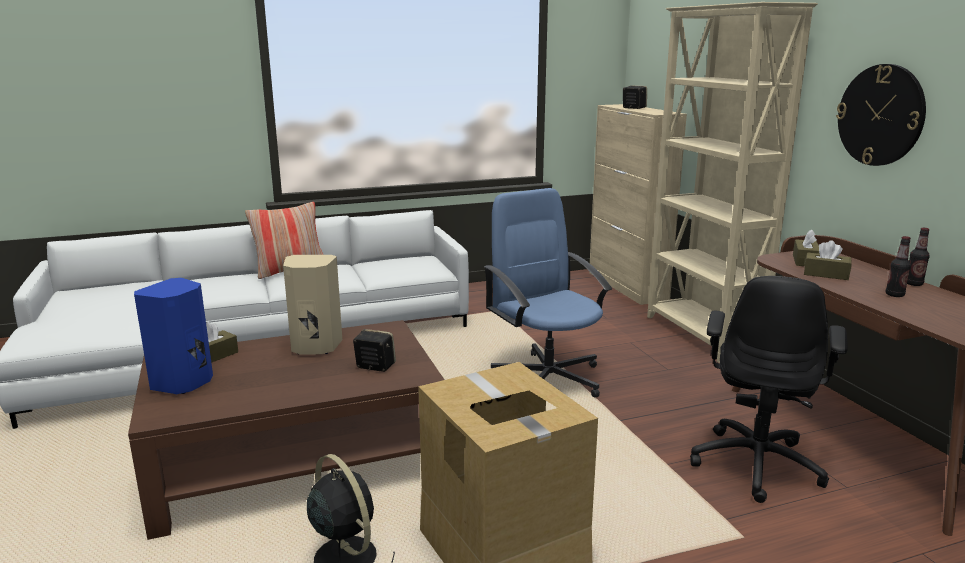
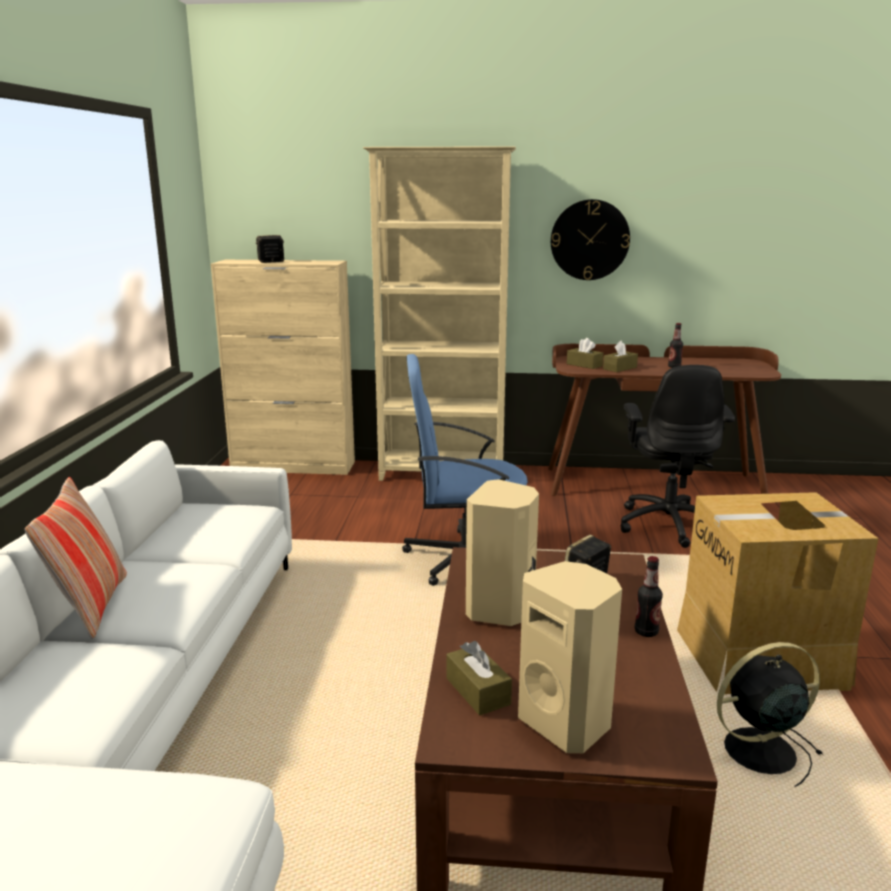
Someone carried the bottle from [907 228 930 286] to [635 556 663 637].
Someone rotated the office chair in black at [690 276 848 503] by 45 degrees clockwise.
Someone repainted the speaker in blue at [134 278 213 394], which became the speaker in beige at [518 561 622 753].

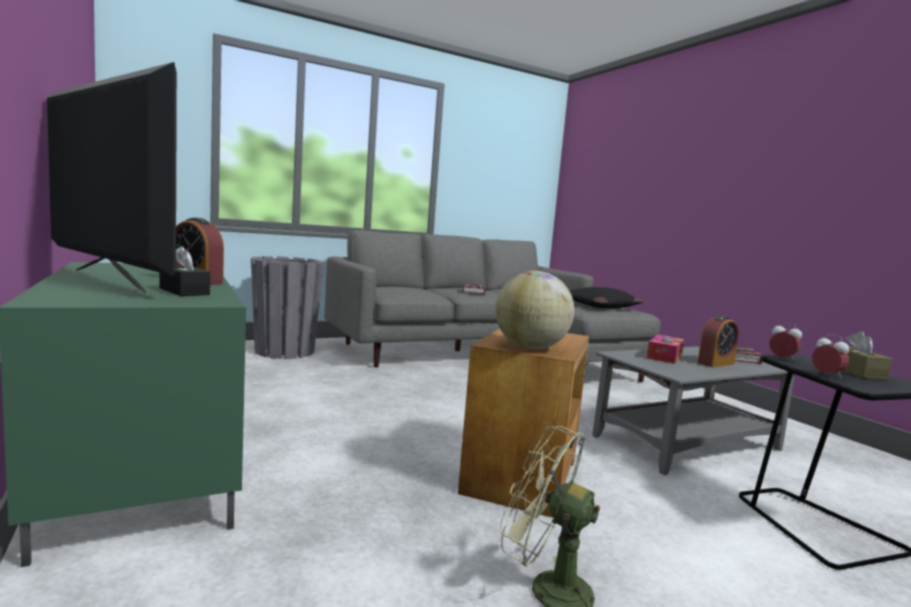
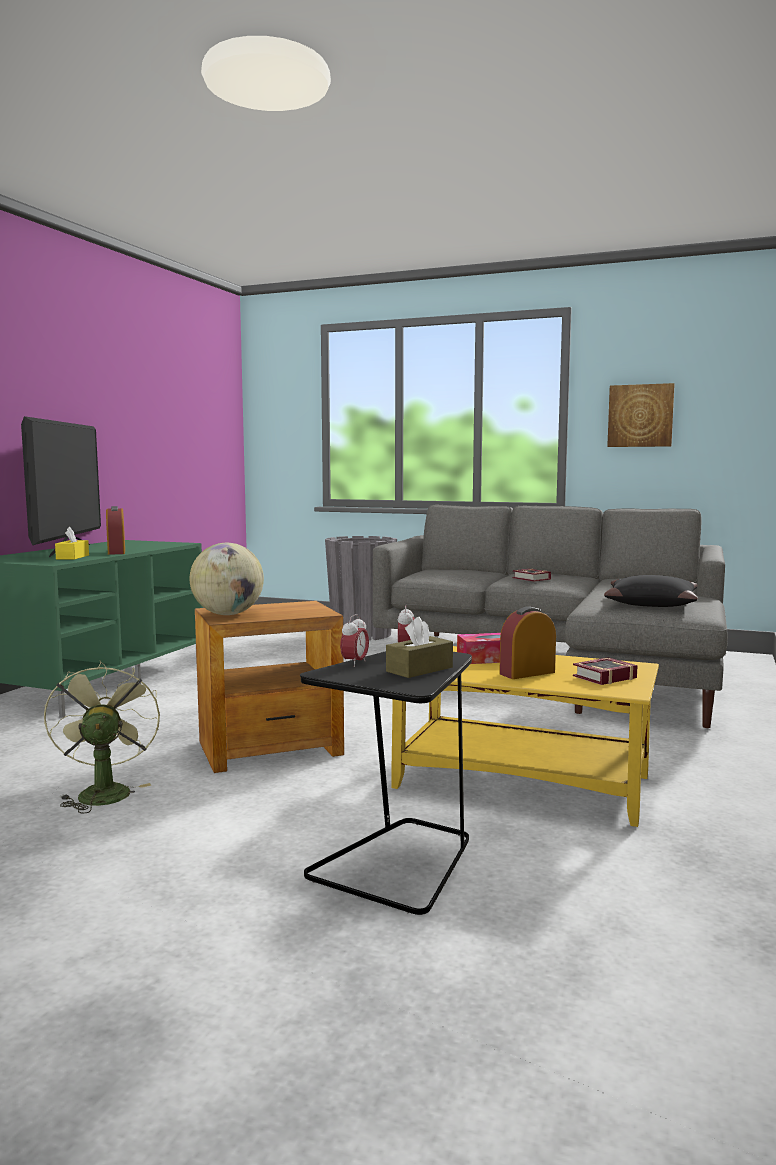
Someone repainted the tissue box in black at [160 246 210 296], which became the tissue box in yellow at [55 527 89 559].
Someone rotated the alarm clock at [697 315 739 367] by 135 degrees clockwise.
Someone repainted the coffee table in grey at [592 346 795 475], which became the coffee table in yellow at [391 646 659 827].
Someone put up the picture at [607 383 675 447].

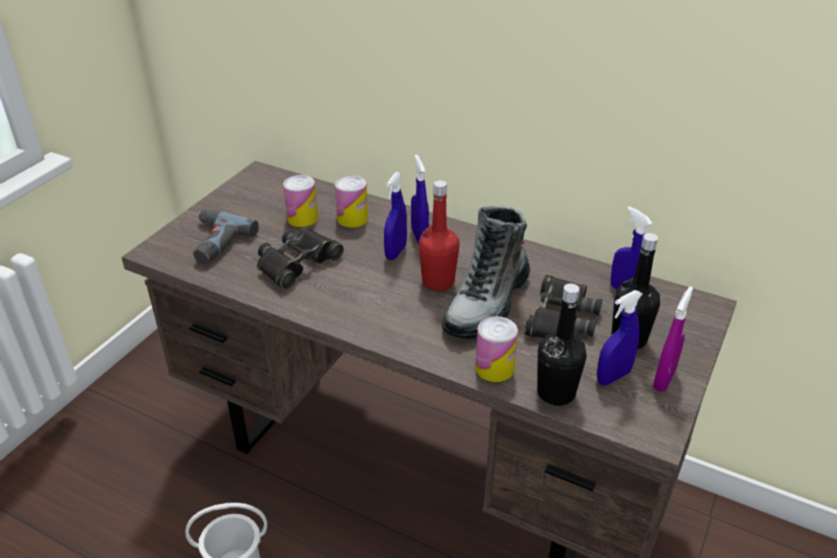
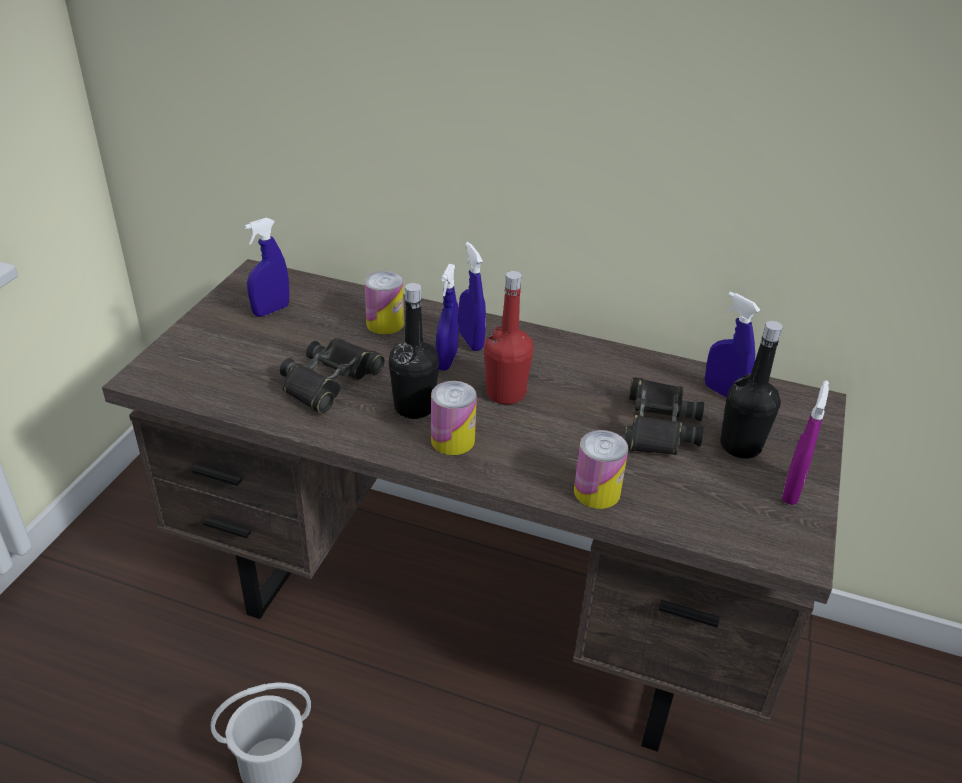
Someone carried the can from [283 175 318 227] to [431 381 477 455].
Someone took away the boot at [442 206 531 339].
Someone took away the power drill at [193 209 259 264].
Someone carried the bottle in black from [537 283 587 406] to [389 283 439 419].
Someone carried the spray bottle in blue from [597 290 643 385] to [244 218 290 317].

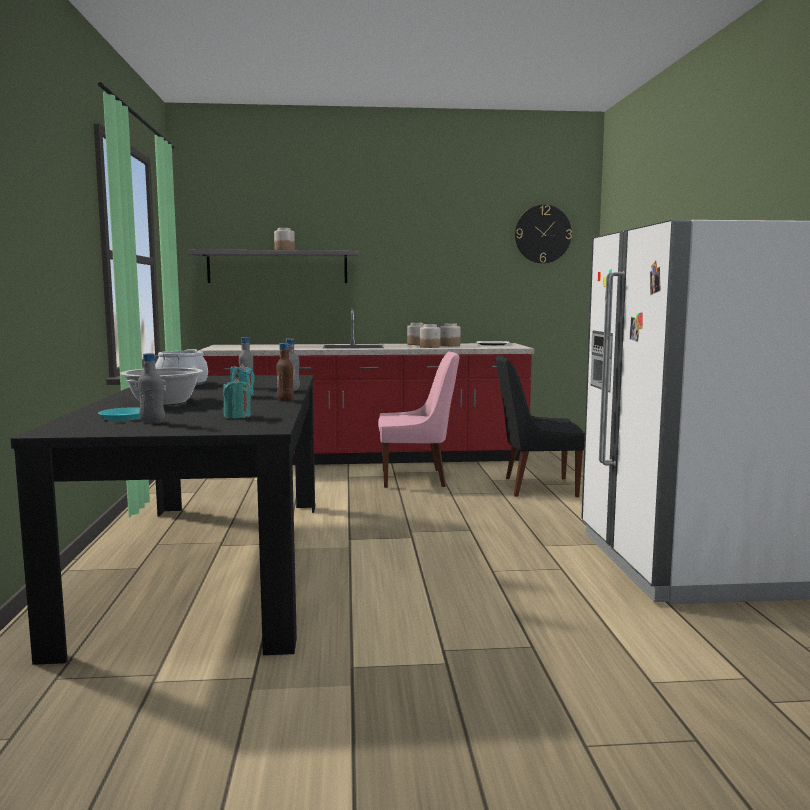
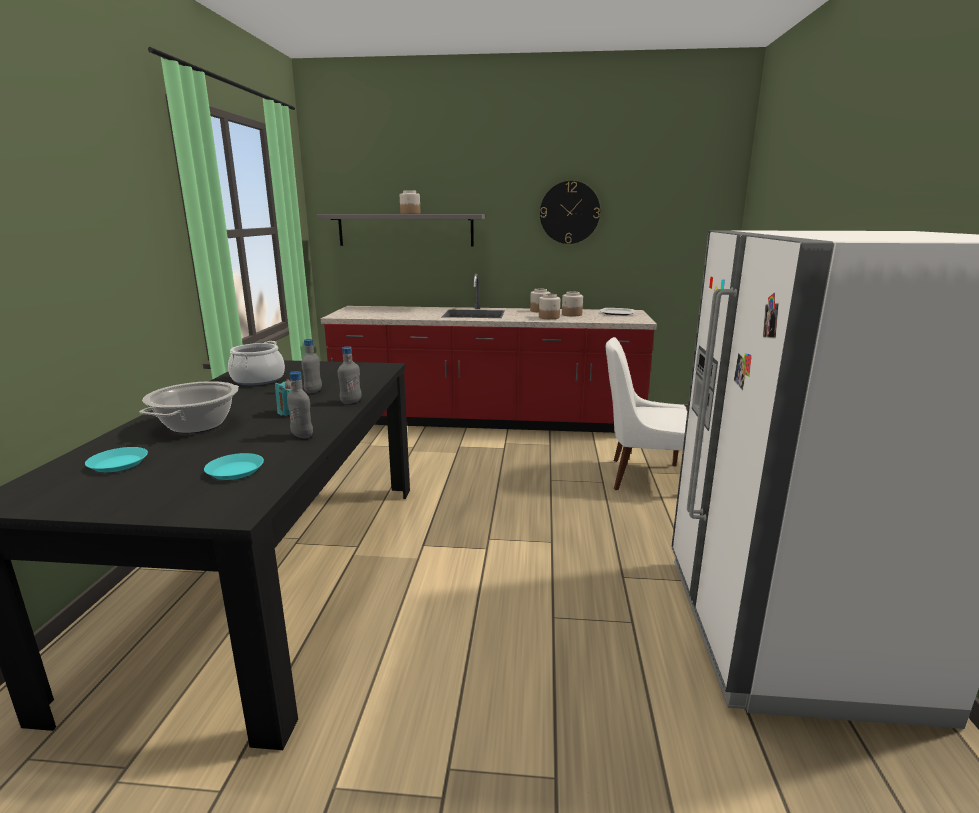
Someone carried the wall clock from [515 205 572 263] to [540 181 600 244].
Someone took away the bottle in brown at [276 343 294 401].
Someone took away the chair in pink at [378 352 460 488].
Someone carried the bottle in grey from [138 353 165 424] to [287 371 313 438].
Someone repainted the chair in black at [496 354 585 497], which became the chair in white at [606 337 687 490].
Someone swapped the candle in turquoise at [223 378 252 419] for the plate in turquoise at [204 453 264 480].

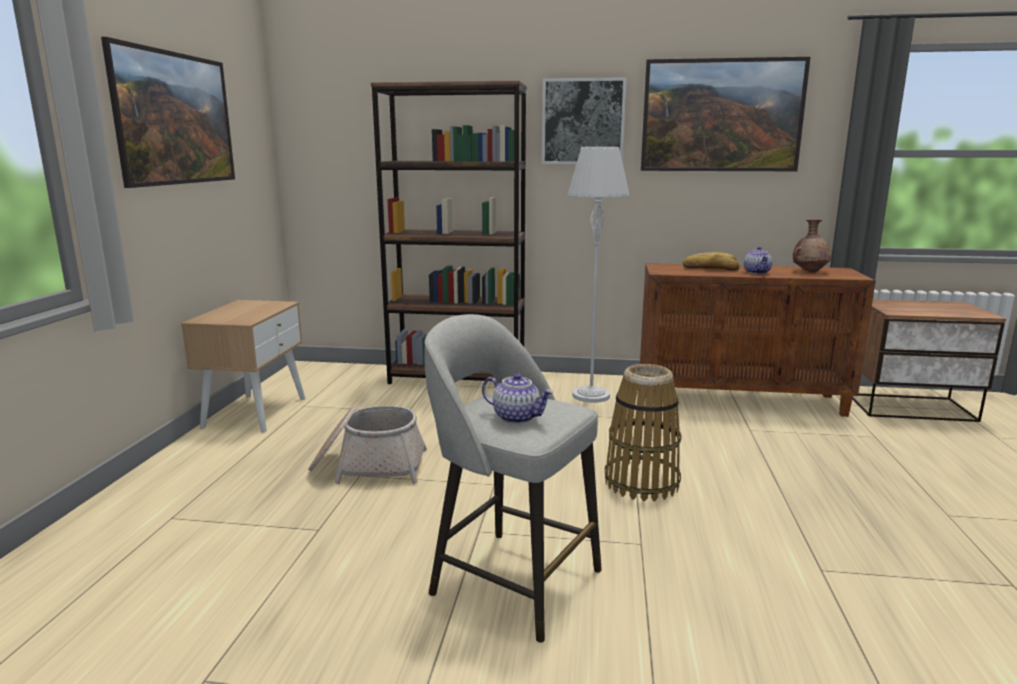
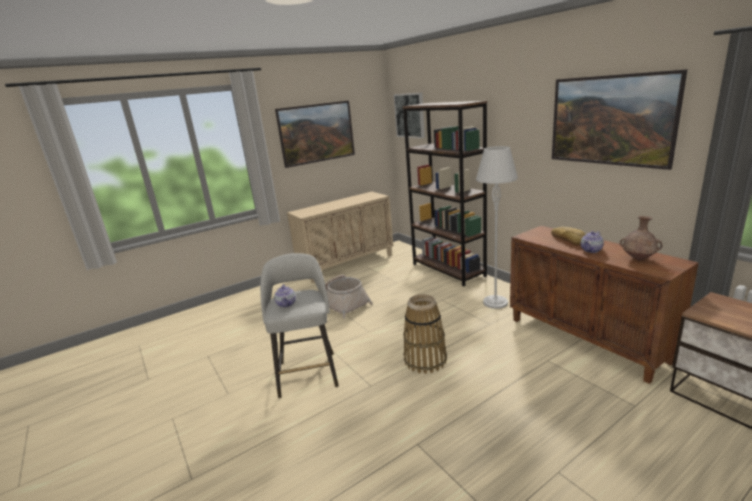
Someone carried the picture from [542 77 627 164] to [394 93 425 138].
Someone swapped the nightstand in beige at [181 300 306 433] for the cabinet in beige at [287 192 393 283].

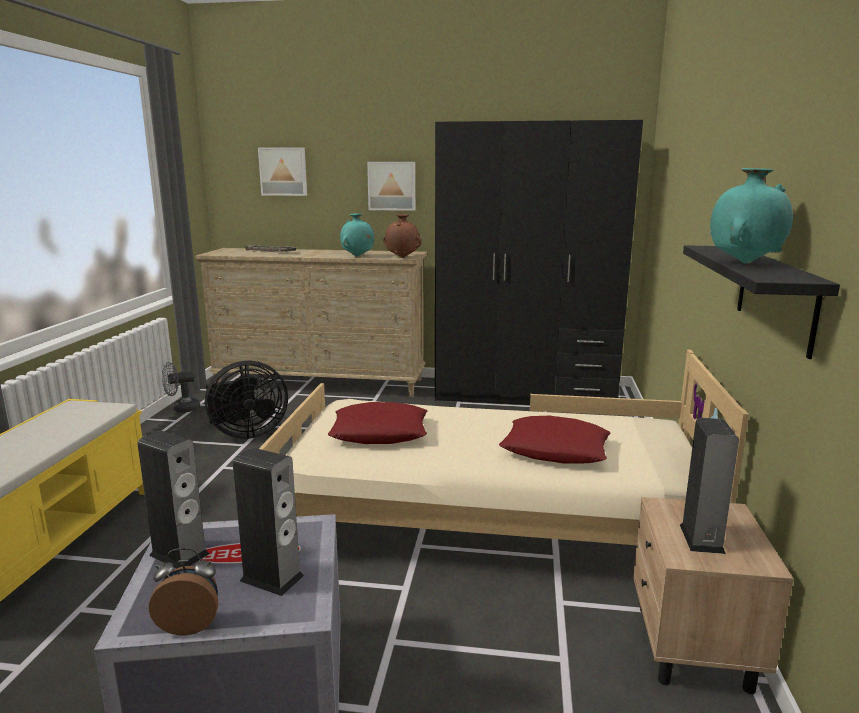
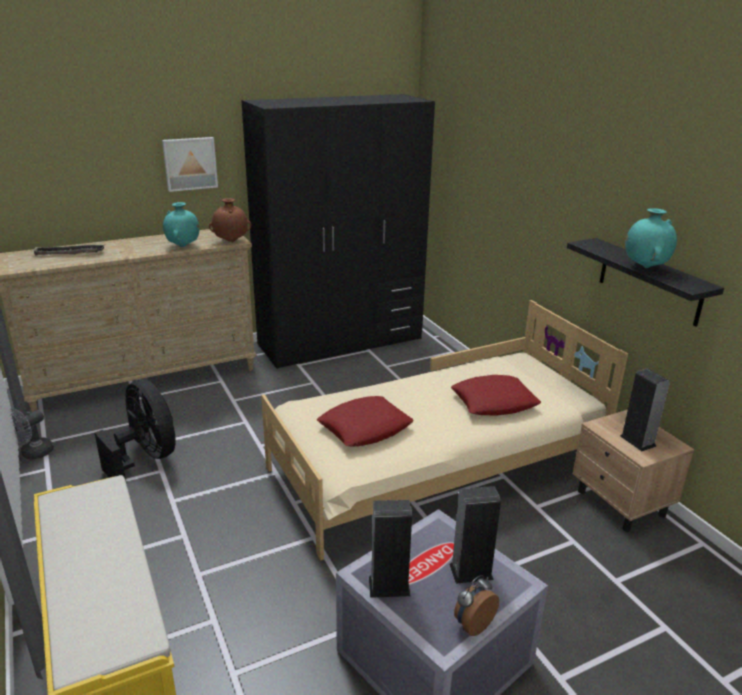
Someone took away the picture at [258 147 307 196].
Someone rotated the fan in black at [205 361 288 439] by 75 degrees counterclockwise.

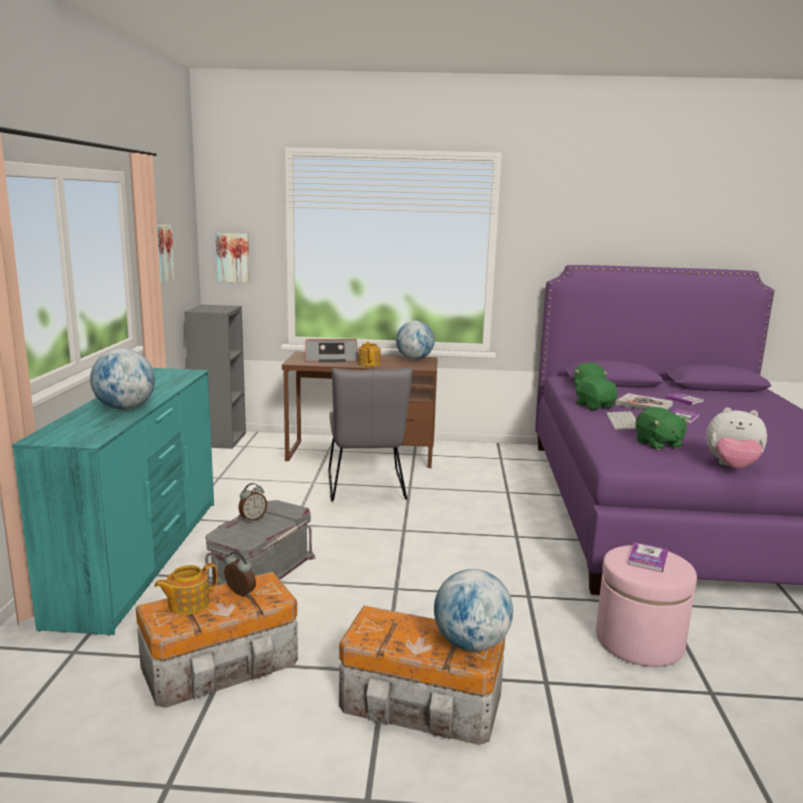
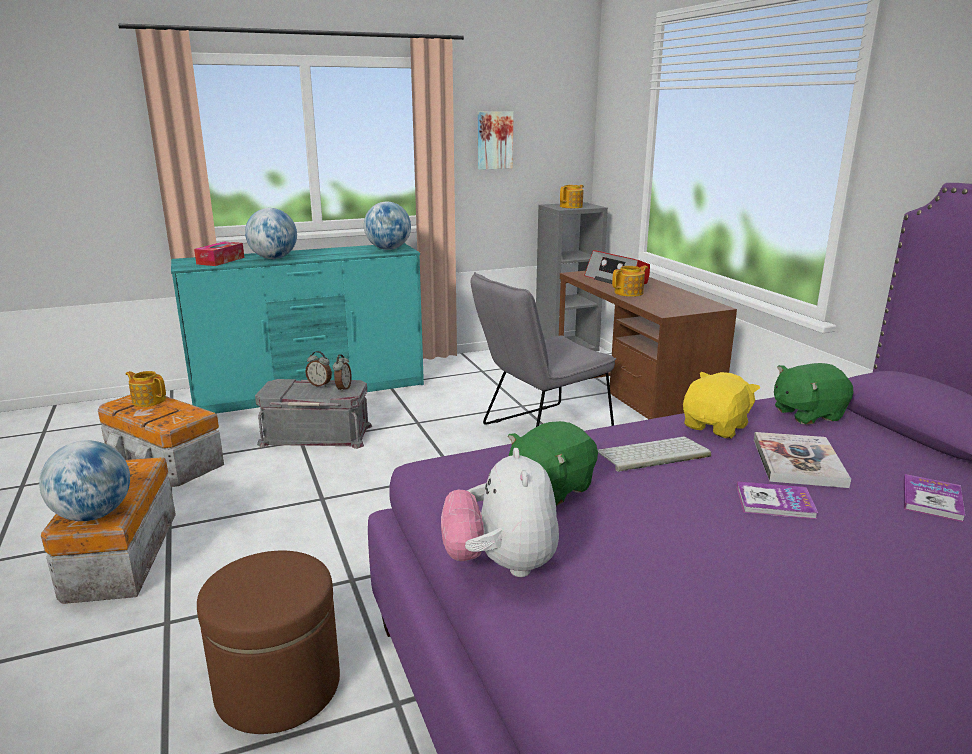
Someone took away the picture at [216 233 250 283].
Someone carried the globe from [396 321 435 360] to [364 202 411 250].
Someone repainted the plush toy in green at [575 376 618 410], which became the plush toy in yellow at [683 372 760 439].
Someone took away the book at [627 542 668 573].
Someone repainted the ottoman in pink at [596 545 697 667], which became the ottoman in brown at [197 551 340 734].
Someone carried the alarm clock from [224 551 256 597] to [333 354 352 392].
Someone put down the teapot at [560 185 584 208].
Someone put down the tissue box at [194 242 244 266].

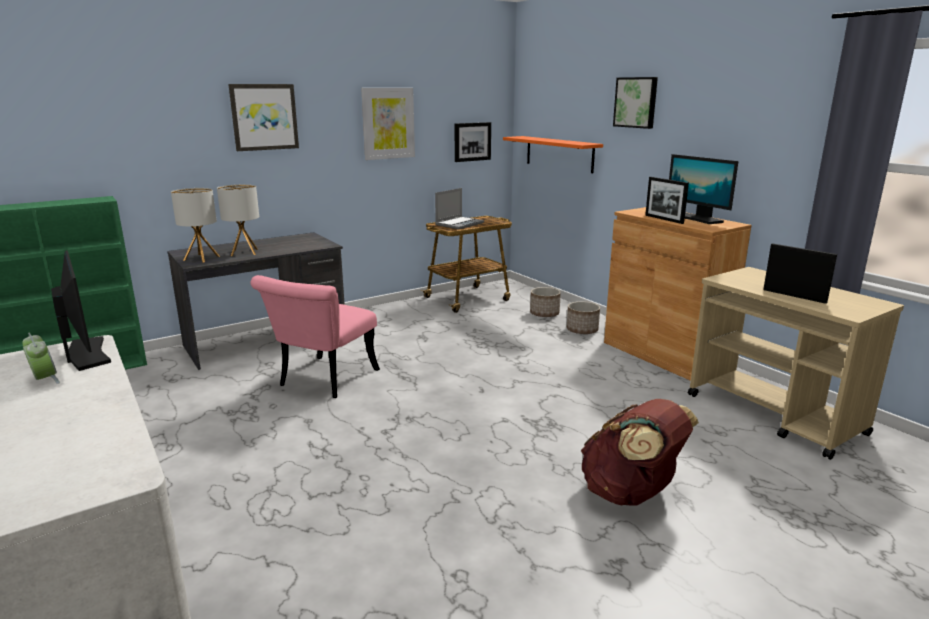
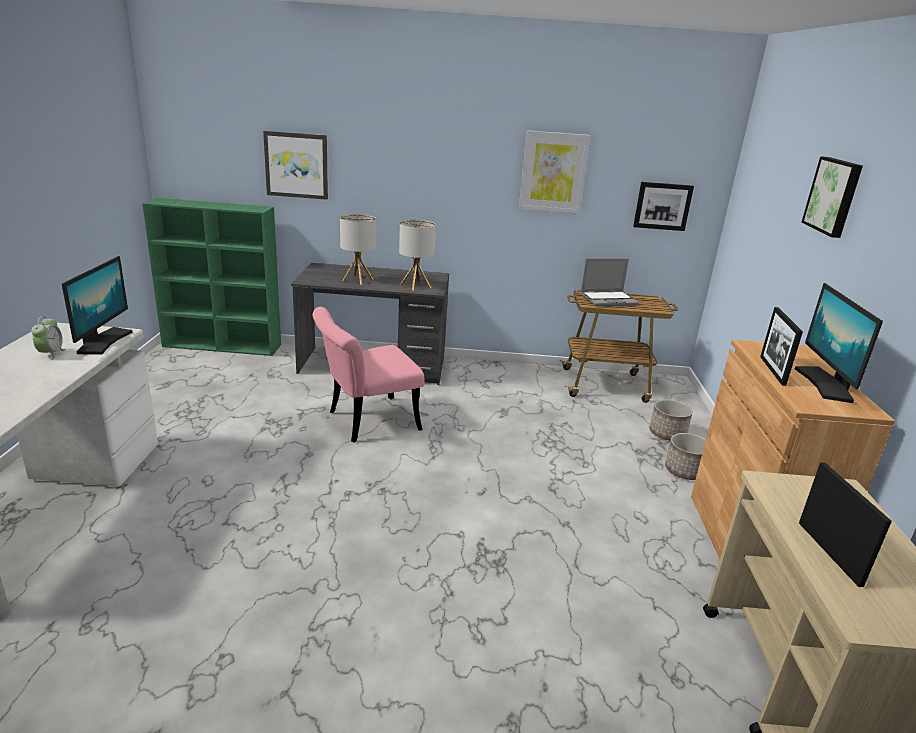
Someone carried the picture from [228 84 299 151] to [263 131 328 200].
Someone took away the shelf in orange at [503 136 603 173].
Someone carried the table lamp from [171 188 220 263] to [399 220 436 291].
Someone took away the backpack in brown at [581 399 699 506].

